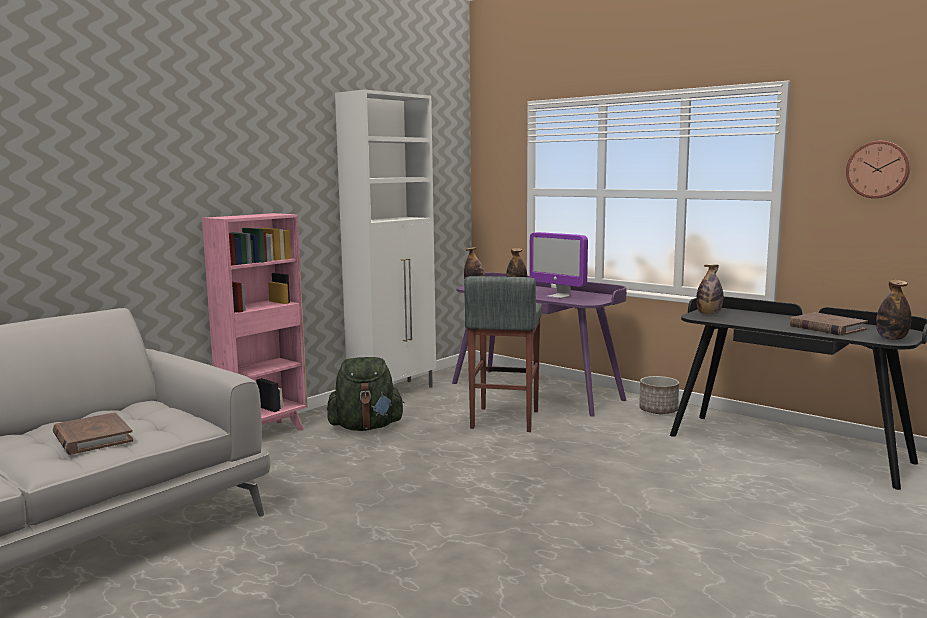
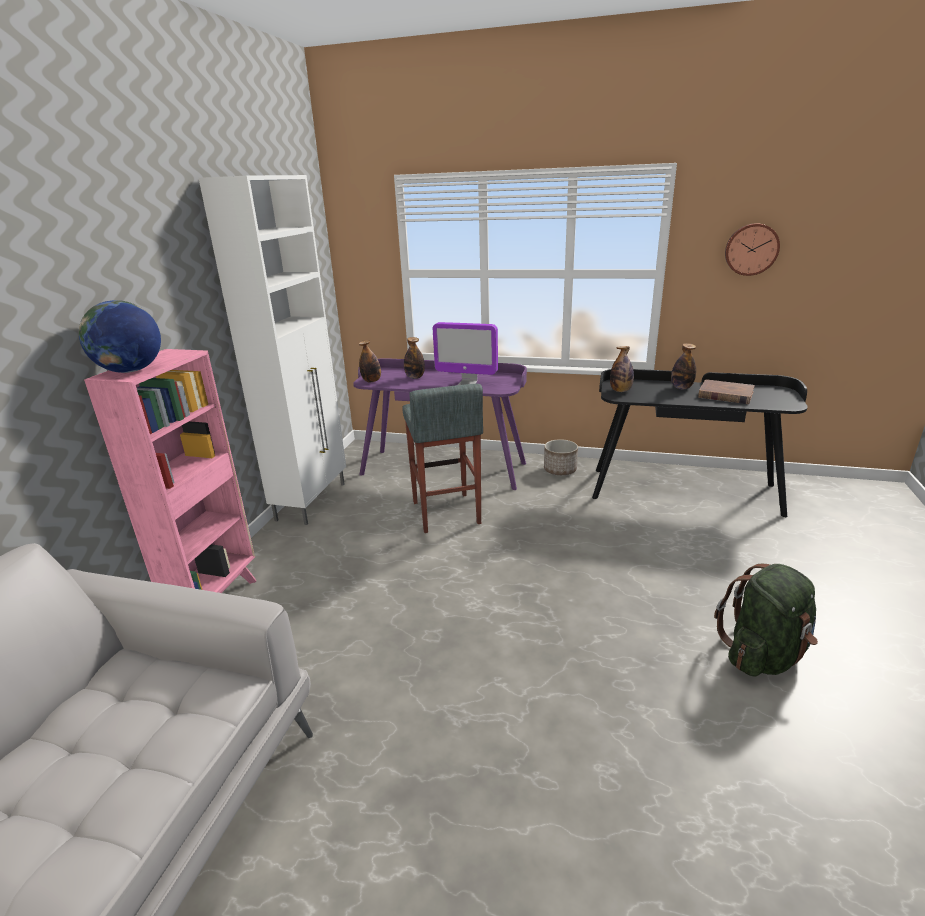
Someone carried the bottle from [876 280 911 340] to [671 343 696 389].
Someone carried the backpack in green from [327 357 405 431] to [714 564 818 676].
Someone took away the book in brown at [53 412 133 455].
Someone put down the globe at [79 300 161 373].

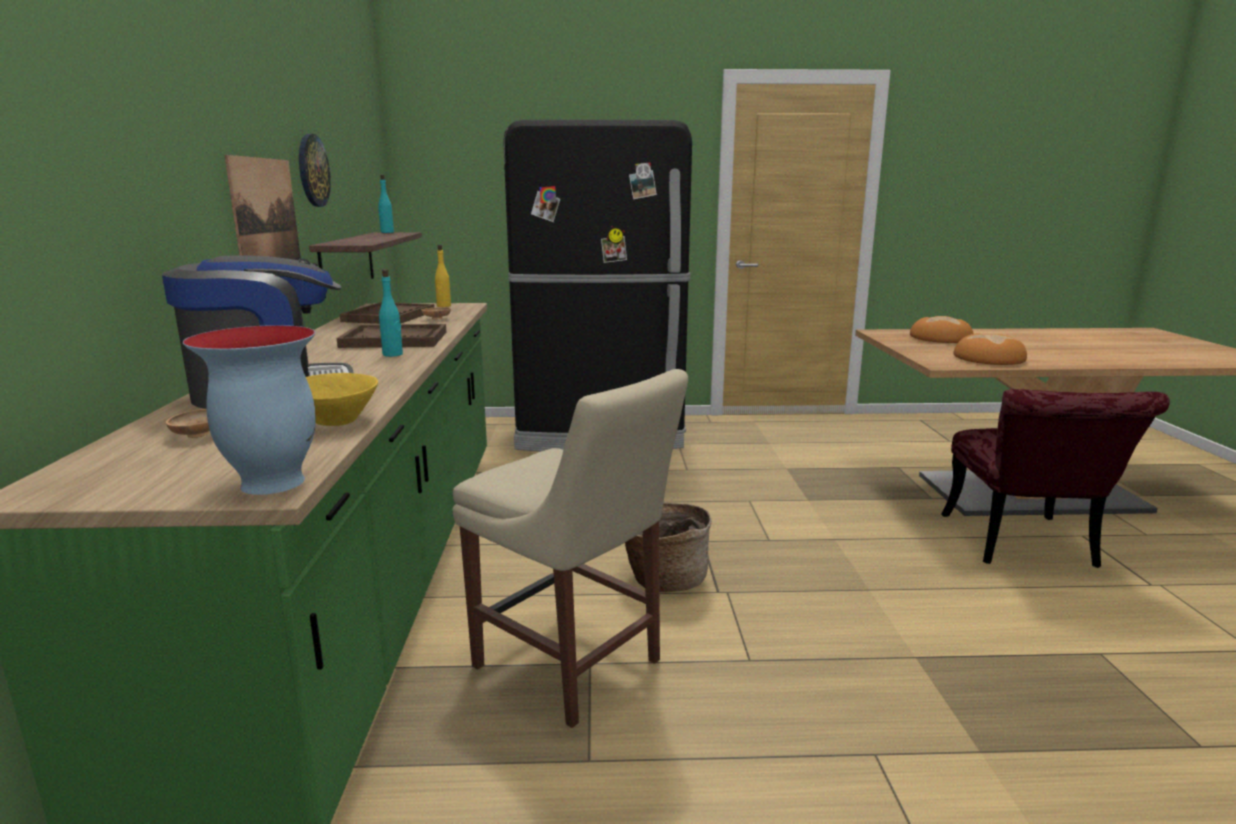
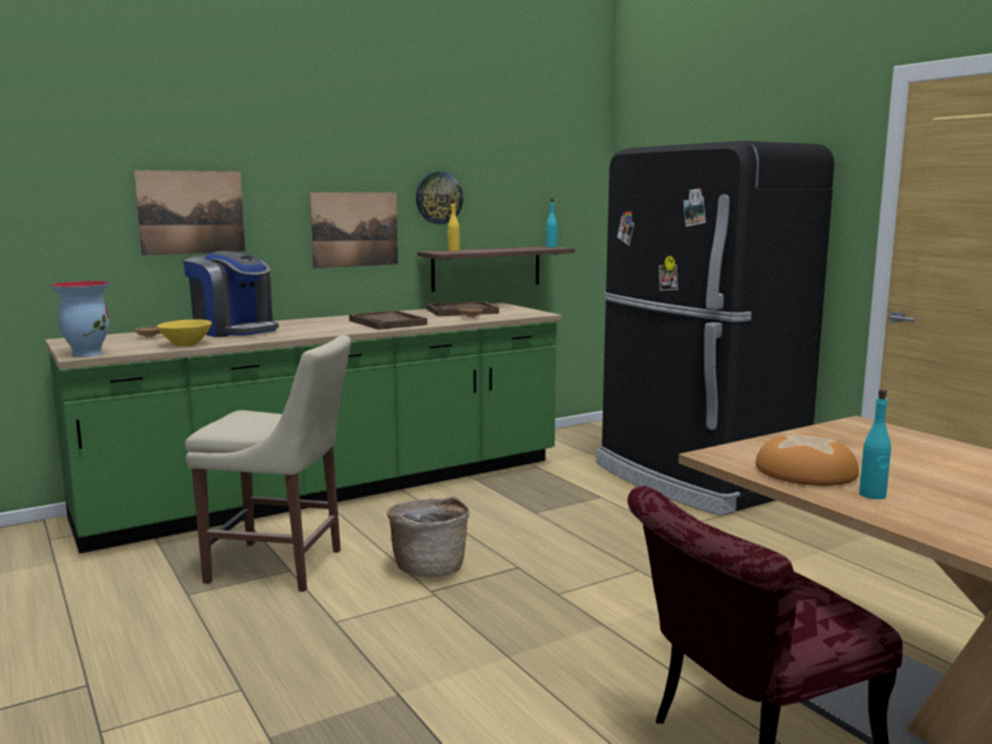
Someone carried the bottle in yellow from [435 245 451 307] to [447 199 460 251].
Someone carried the bottle in turquoise from [379 269 403 357] to [859 389 891 499].
Someone took away the bread at [910 316 974 343].
Someone rotated the chair in beige at [452 369 688 728] by 90 degrees counterclockwise.
Someone put up the picture at [134 170 245 256].

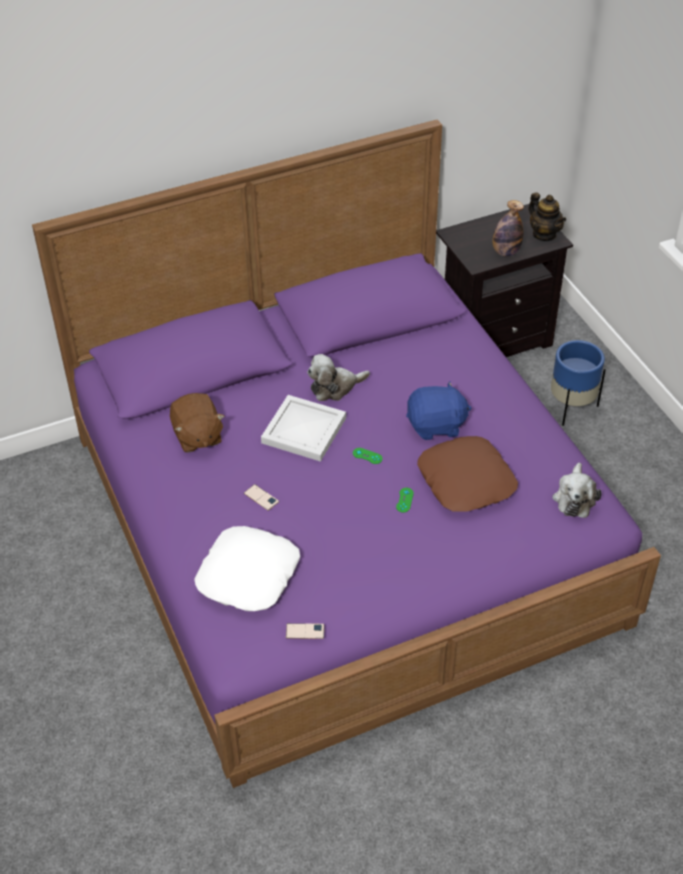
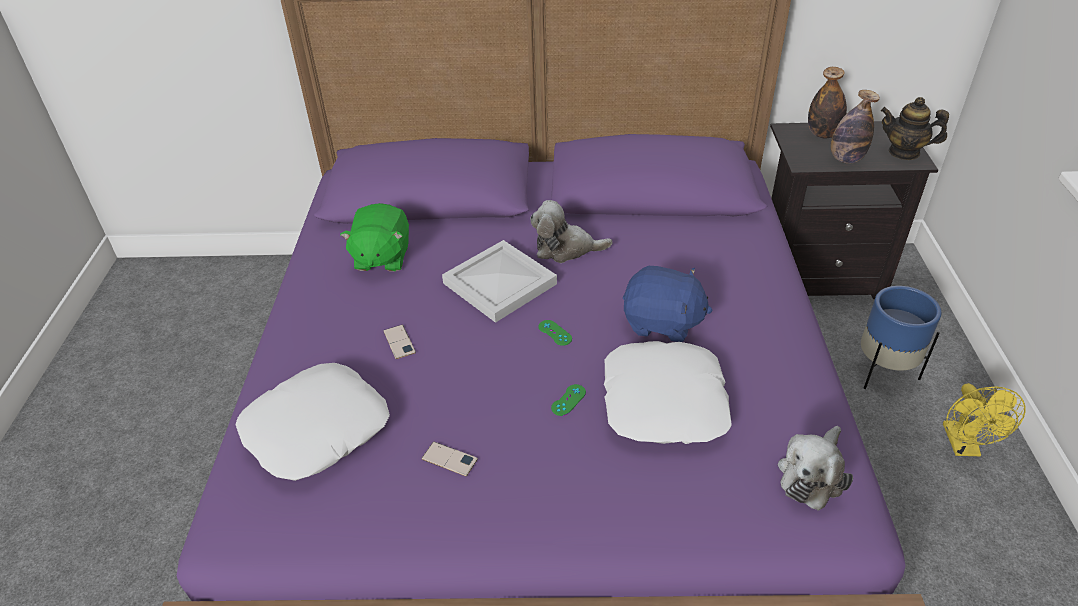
Someone rotated the teapot at [528 192 566 241] by 120 degrees clockwise.
Someone repainted the plush toy in brown at [170 393 224 453], which became the plush toy in green at [340 203 409 272].
Someone repainted the pillow in brown at [417 436 518 512], which became the pillow in white at [604 341 732 444].
Someone carried the phone from [286 623 324 639] to [422 442 478 476].
Someone put down the bottle at [808 67 847 138].
Someone put down the fan in yellow at [943 383 1026 456].

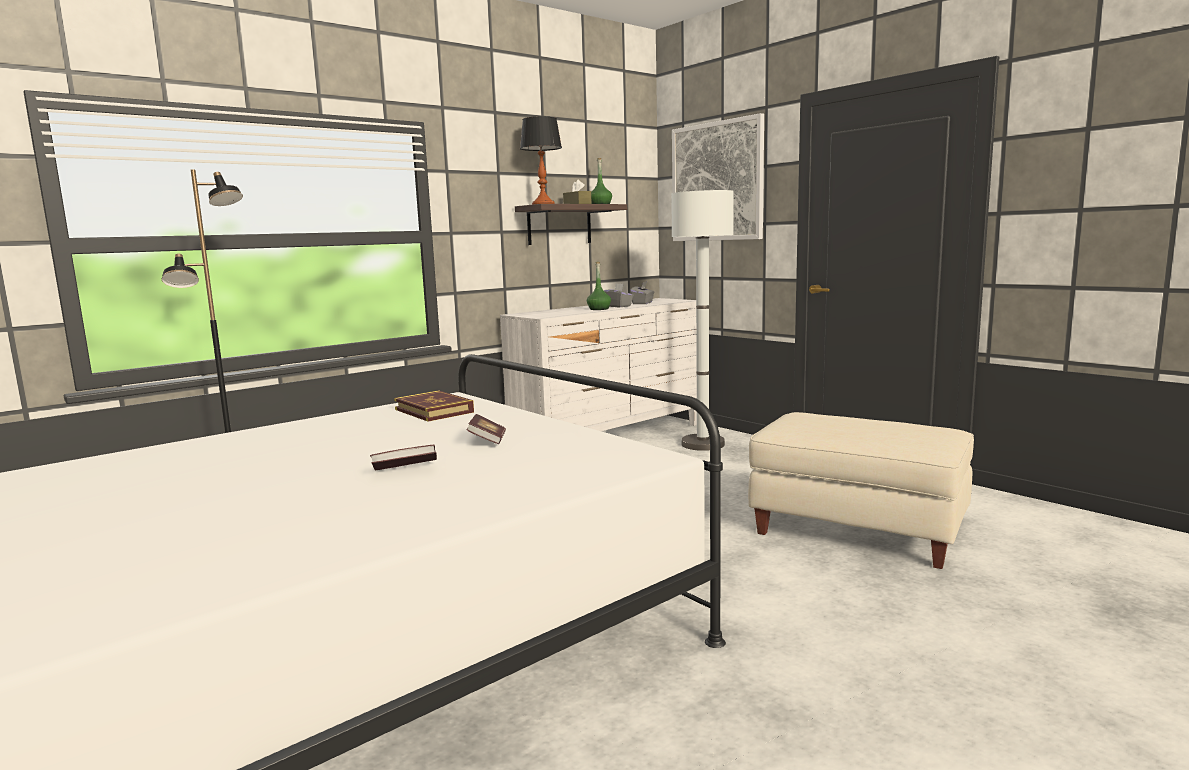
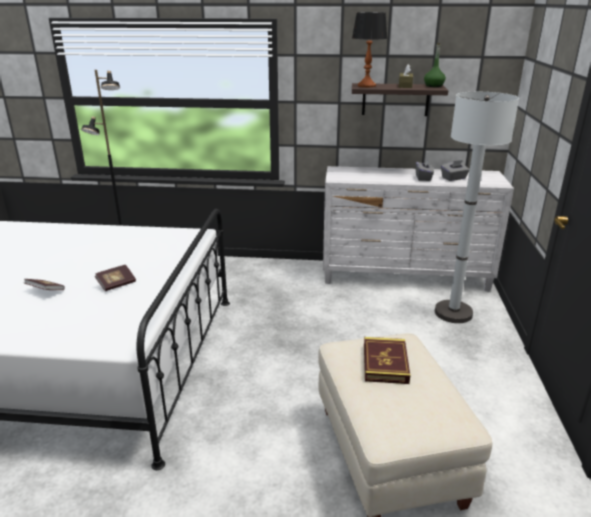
Someone took away the picture at [672 113 764 241].
Someone took away the bottle in green at [587 262 611 310].
Someone carried the book from [394 390 474 422] to [364 337 410 384].

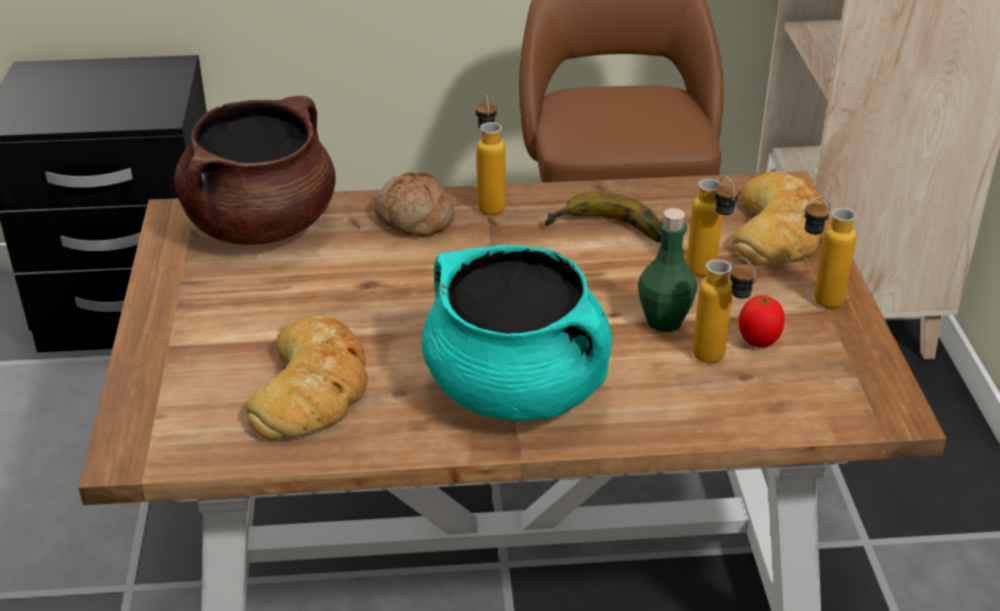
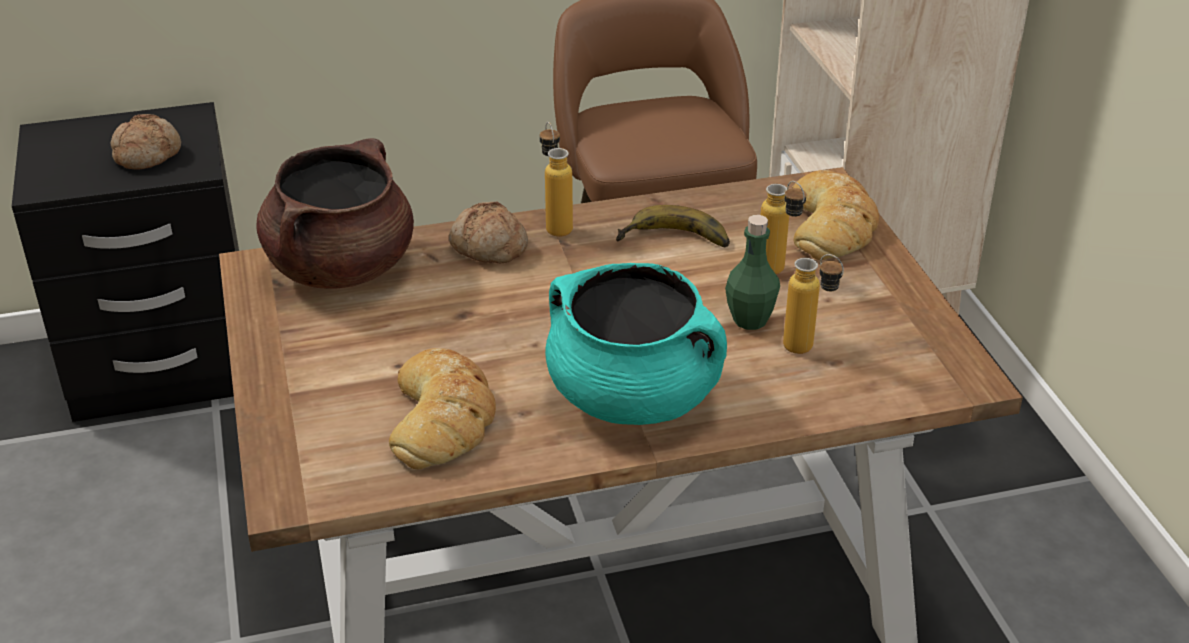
Someone took away the bottle at [804 197 857 308].
Someone took away the tomato at [738 295 785 347].
Someone put down the bread at [111 114 181 170].

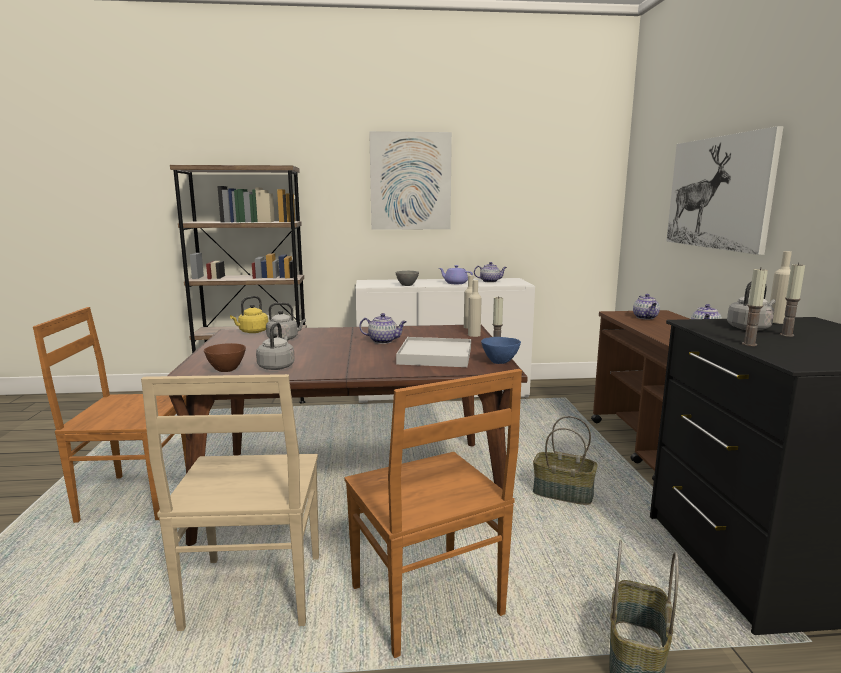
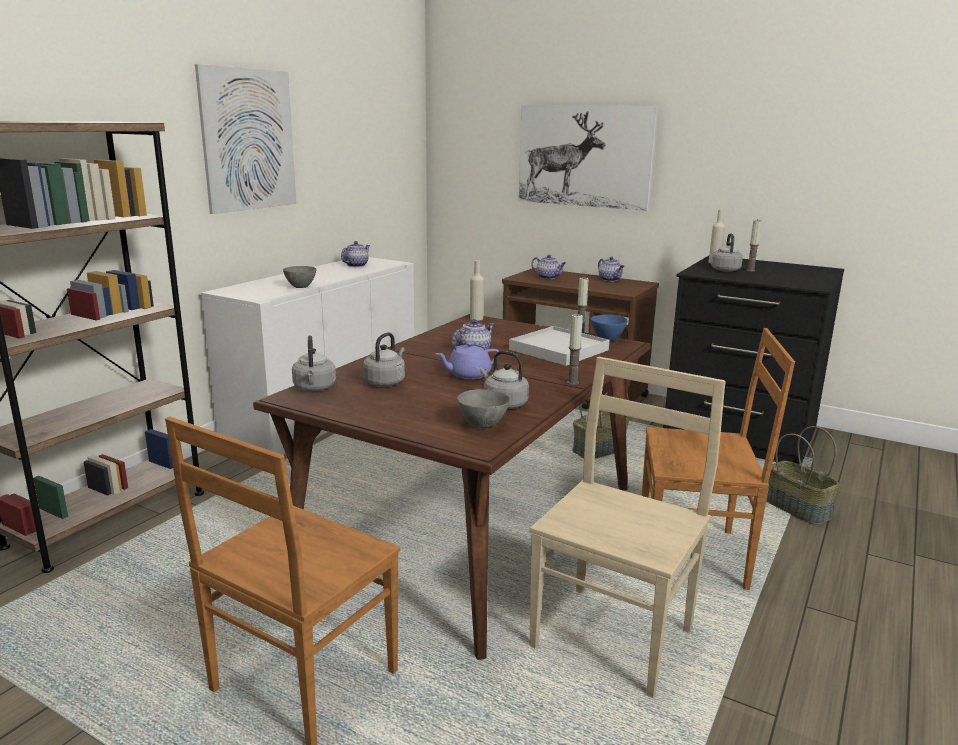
Someone carried the teapot in purple from [439 265 473 284] to [435 342 499 379].
Someone carried the candle from [742 267 768 346] to [567 313 583 385].
Someone took away the bottle in beige at [468 280 482 337].
Someone repainted the kettle in yellow at [230 296 268 333], which became the kettle in grey at [292 336 336 391].
Someone repainted the bowl in brown at [204 343 246 372], which became the bowl in grey at [457 389 510 428].
Someone rotated the chair in beige at [141 374 319 631] by 90 degrees counterclockwise.

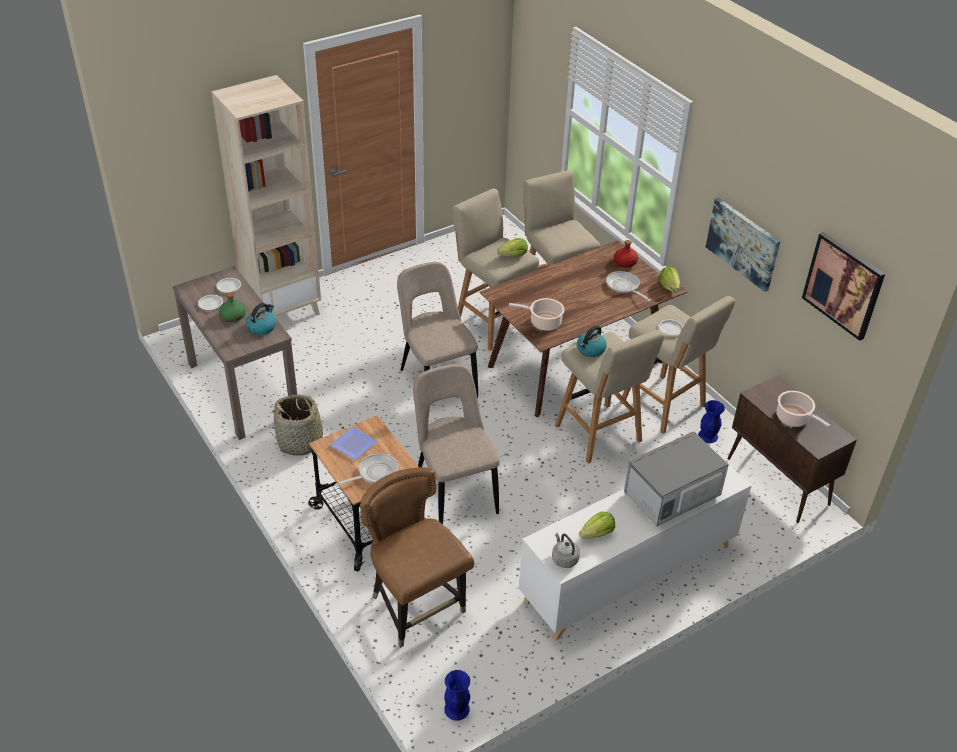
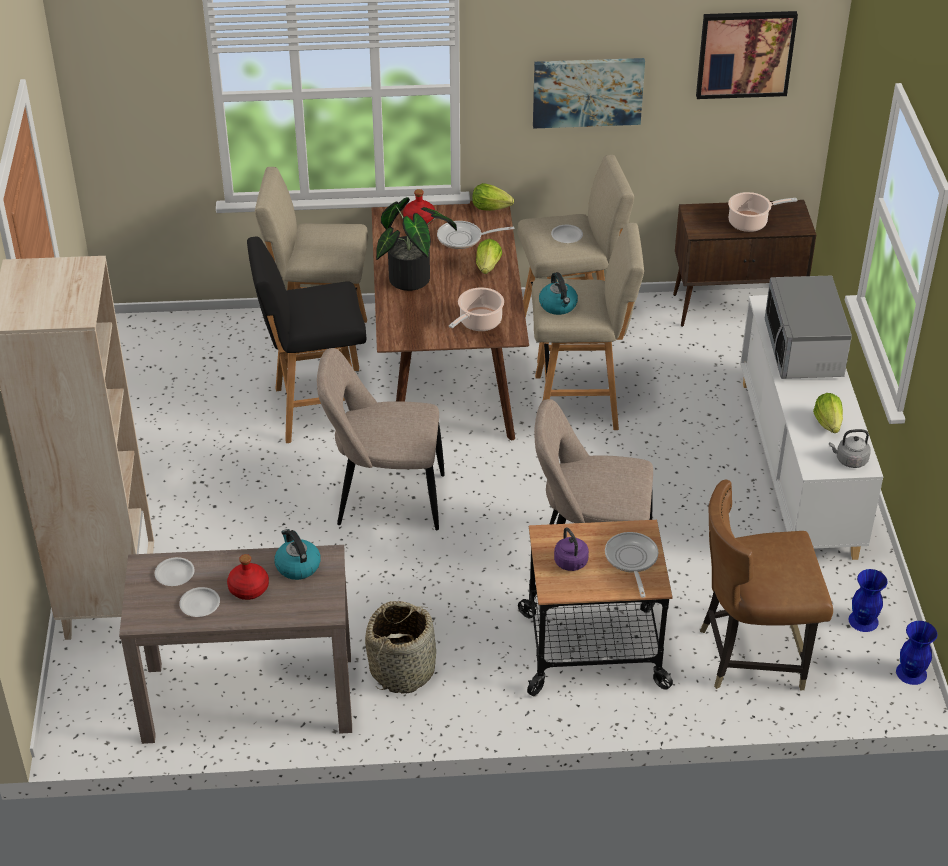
Someone repainted the stool in beige at [453 188 539 351], which became the stool in black at [247 237 367 443].
Someone carried the lettuce from [497 238 528 257] to [476 239 502 274].
Someone repainted the bottle in green at [219 293 246 322], which became the bottle in red at [227 554 269 600].
Someone carried the vase in blue from [698 400 725 443] to [849 569 888 632].
Someone swapped the plate at [330 426 378 460] for the kettle in purple at [554 527 589 571].
Someone put down the potted plant at [376 197 457 291].

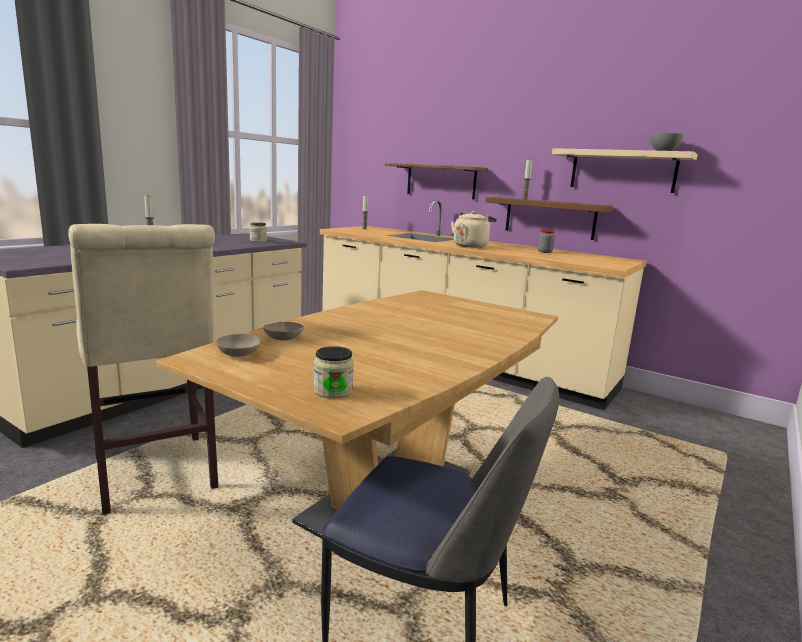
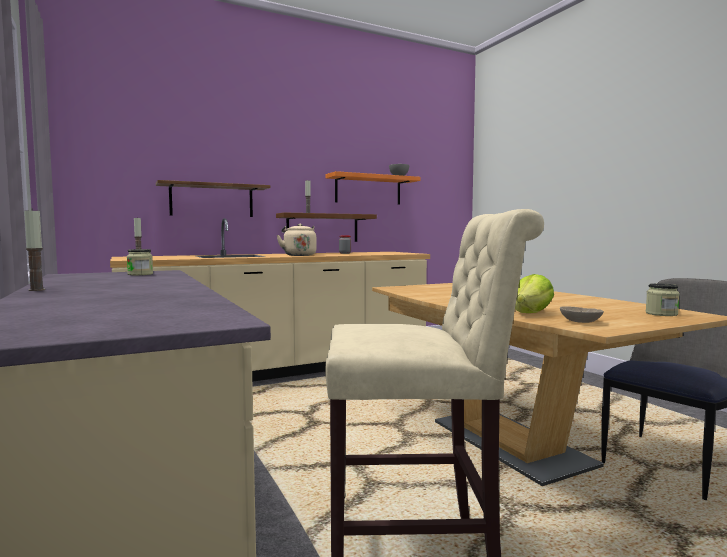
Someone repainted the shelf in beige at [552 148 698 193], which became the shelf in orange at [326 171 420 204].
Someone swapped the bowl in beige at [263 322 304 340] for the lettuce at [515 274 554 313].

